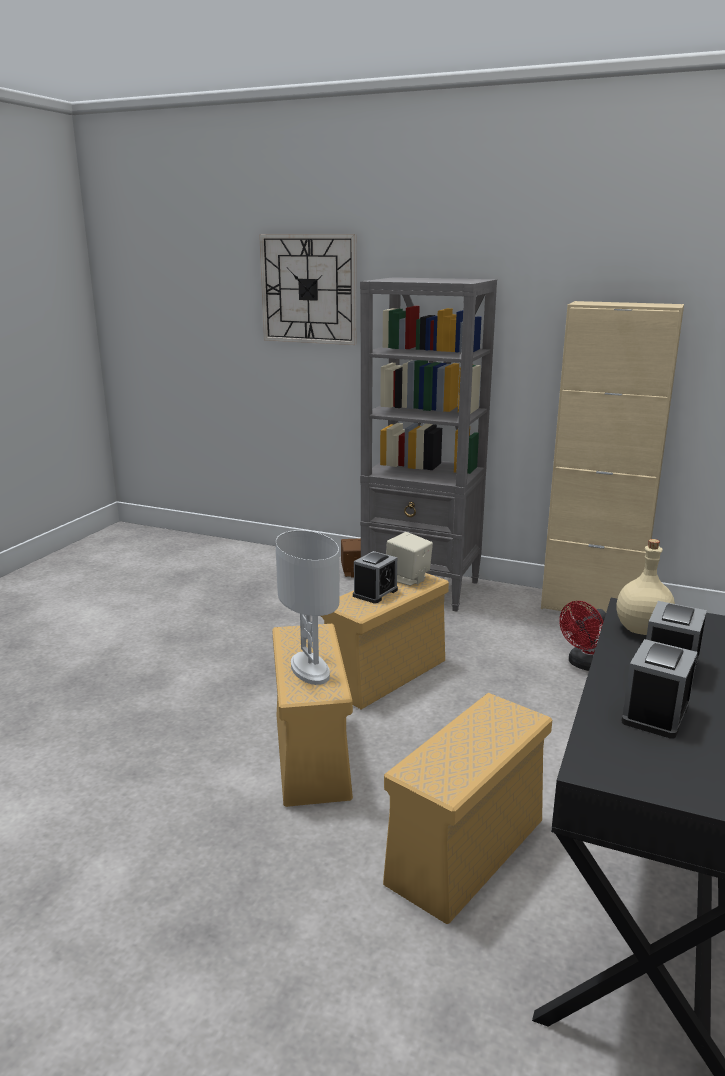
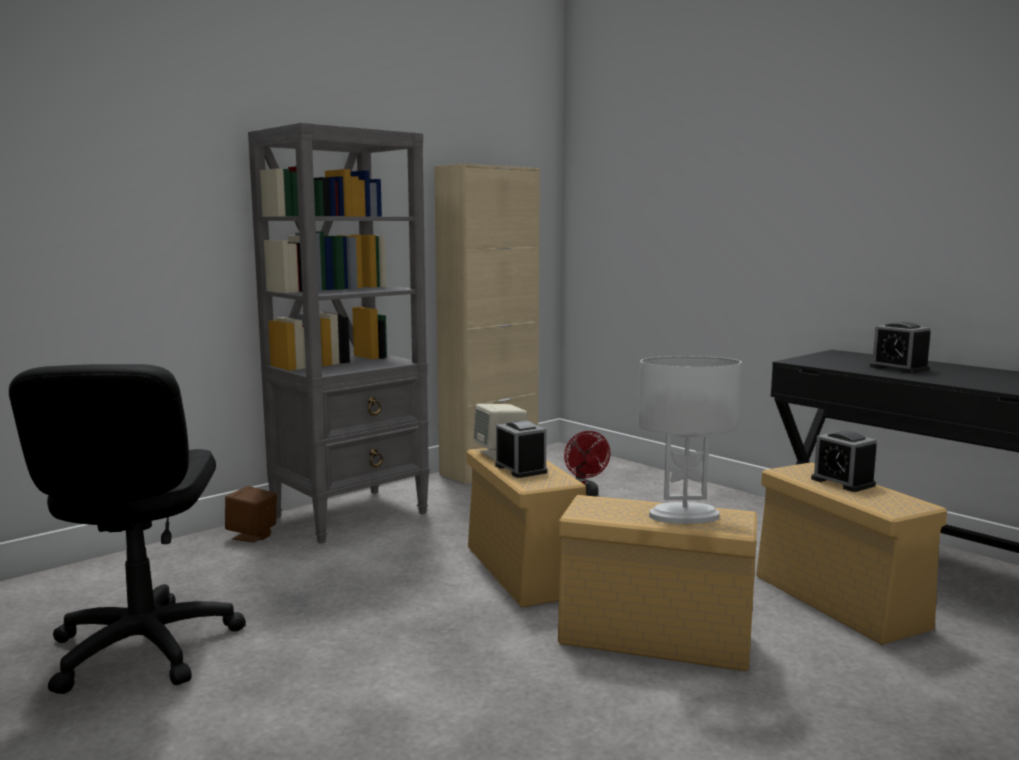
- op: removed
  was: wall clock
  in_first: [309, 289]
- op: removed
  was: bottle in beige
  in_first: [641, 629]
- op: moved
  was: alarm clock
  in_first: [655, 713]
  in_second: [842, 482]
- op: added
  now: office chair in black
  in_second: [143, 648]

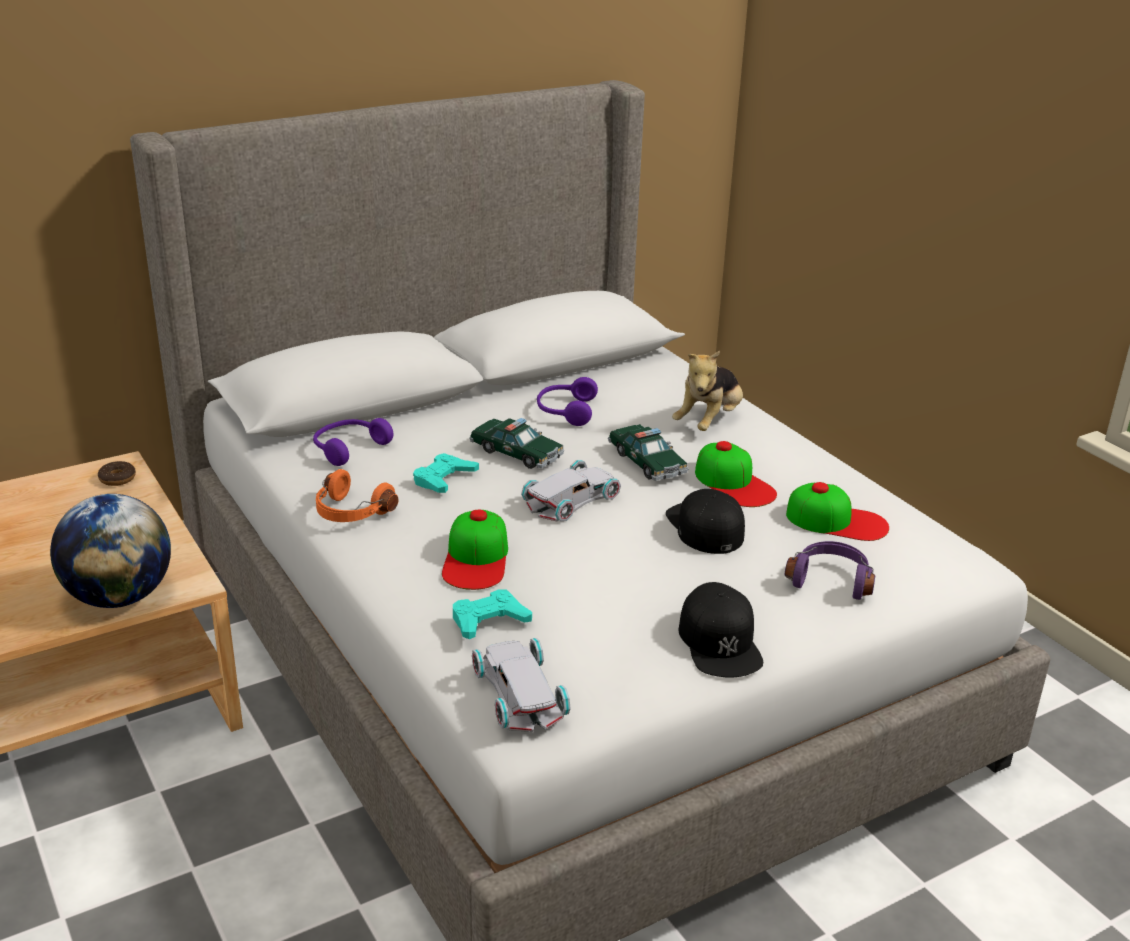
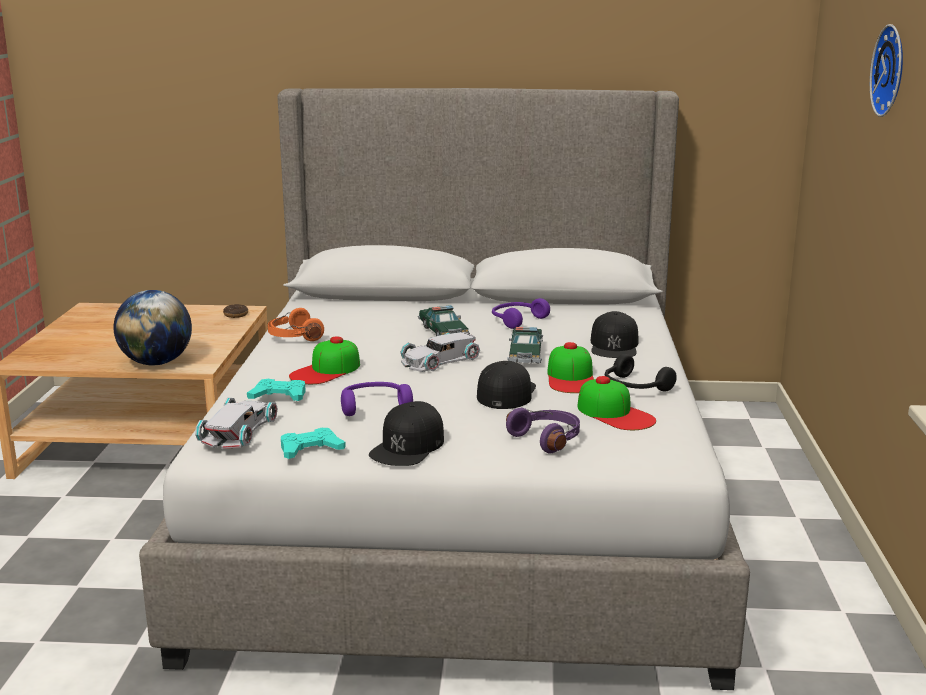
- op: moved
  was: headphones in purple
  in_first: [348, 448]
  in_second: [374, 406]
- op: moved
  was: game controller in turquoise
  in_first: [444, 479]
  in_second: [310, 450]
- op: turned
  was: toy car in white
  in_first: [573, 499]
  in_second: [438, 359]
  clockwise: 150
- op: replaced
  was: plush toy
  now: cap in black
  in_first: [709, 422]
  in_second: [614, 346]
- op: added
  now: headphones in black
  in_second: [634, 387]
- op: added
  now: wall clock
  in_second: [893, 71]

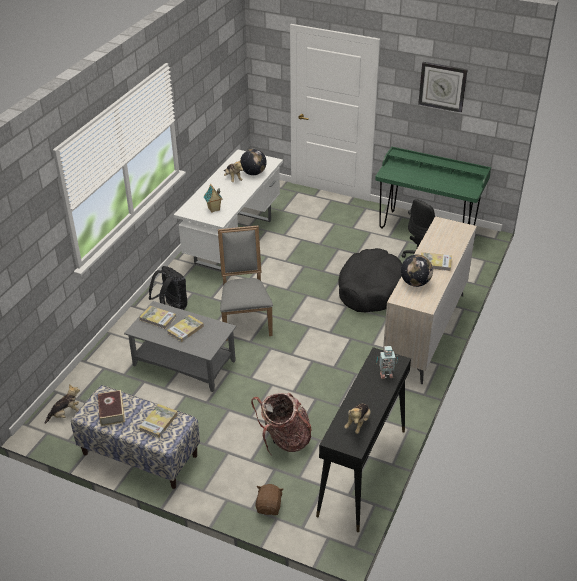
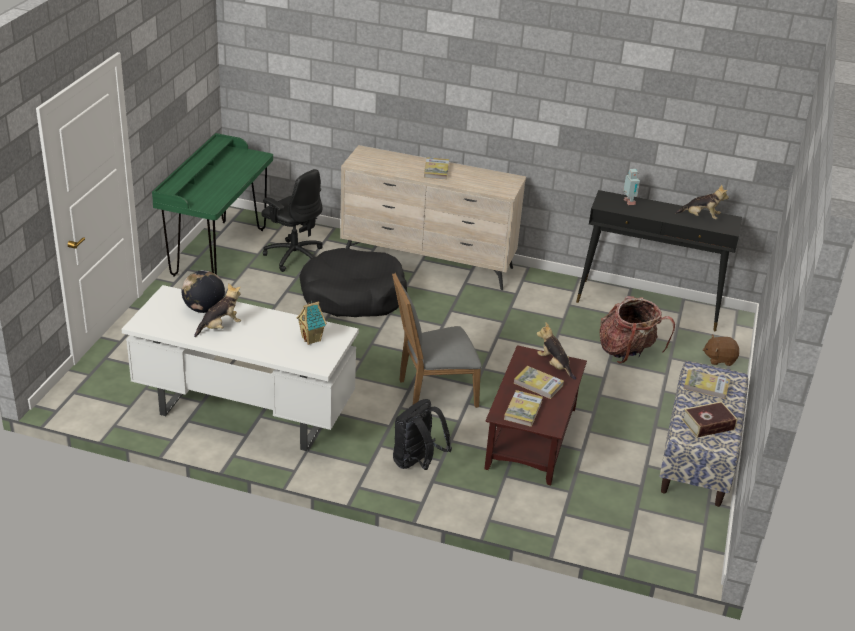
- op: moved
  was: plush toy
  in_first: [65, 414]
  in_second: [554, 365]
- op: recoloured
  was: coffee table in grey
  now: coffee table in brown
  in_first: [185, 363]
  in_second: [531, 437]
- op: removed
  was: globe
  in_first: [415, 283]
- op: removed
  was: wall clock
  in_first: [442, 86]

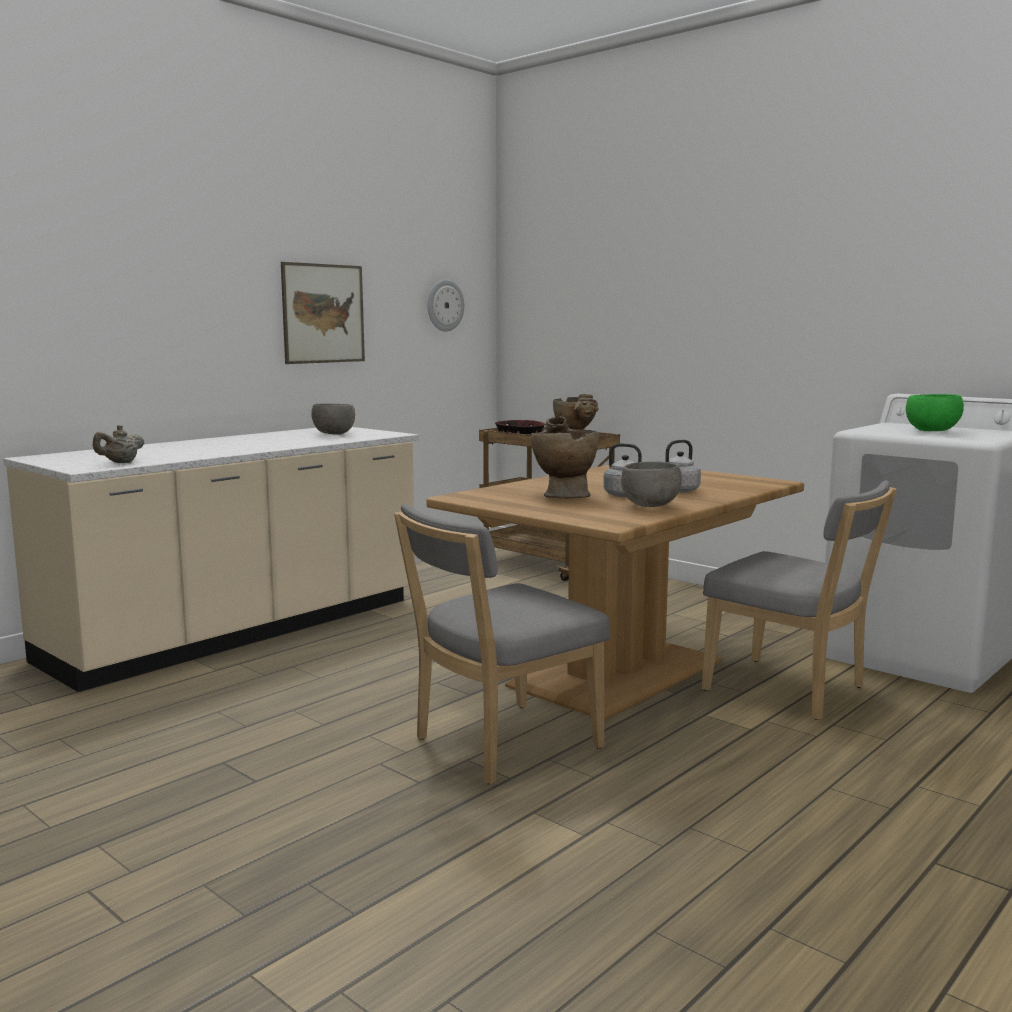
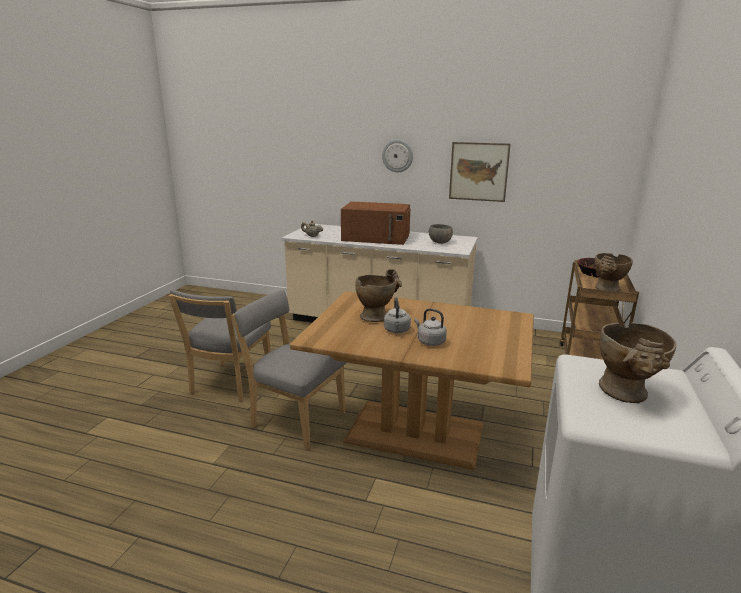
- op: moved
  was: wall clock
  in_first: [444, 305]
  in_second: [397, 156]
- op: removed
  was: bowl in grey
  in_first: [650, 506]
- op: moved
  was: chair in grey
  in_first: [791, 691]
  in_second: [229, 384]
- op: replaced
  was: bowl in green
  now: vase in beige
  in_first: [932, 431]
  in_second: [627, 395]
- op: added
  now: microwave in brown
  in_second: [376, 238]

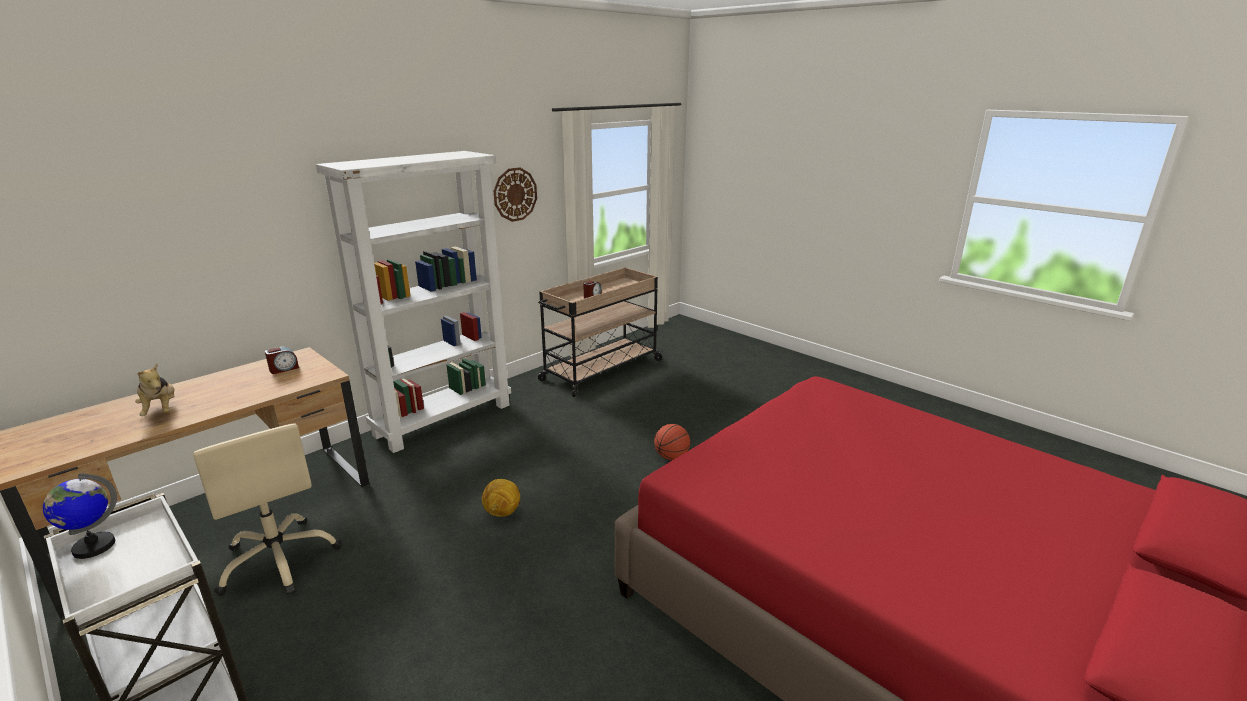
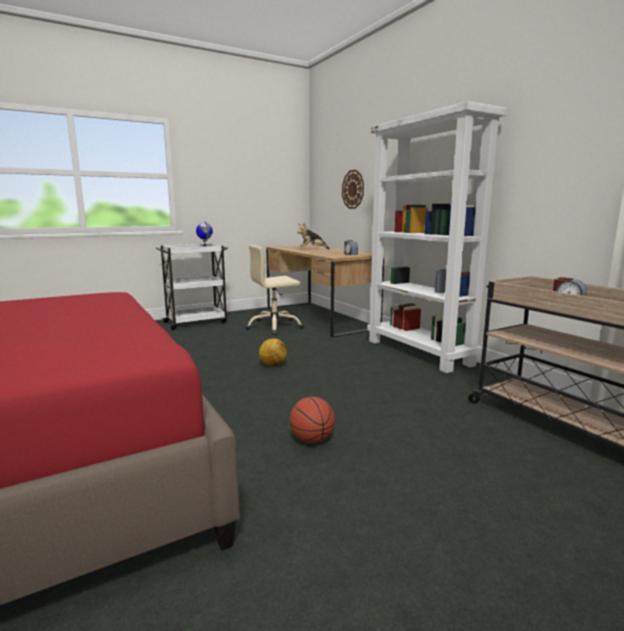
- op: moved
  was: wall clock
  in_first: [515, 194]
  in_second: [353, 189]

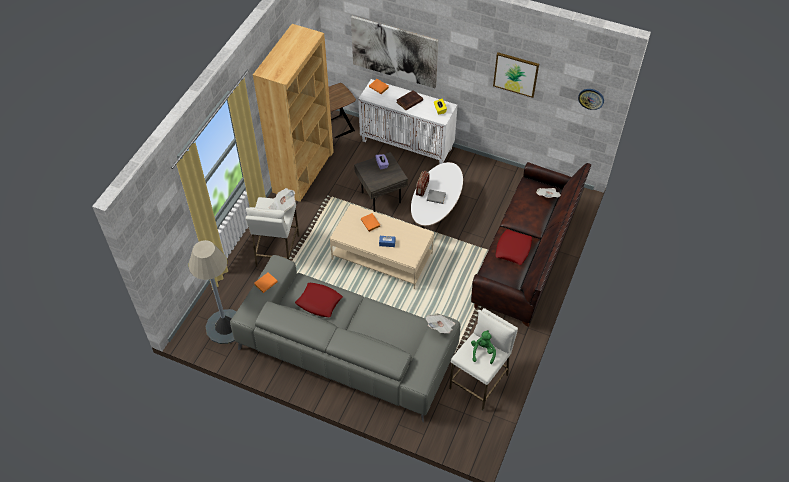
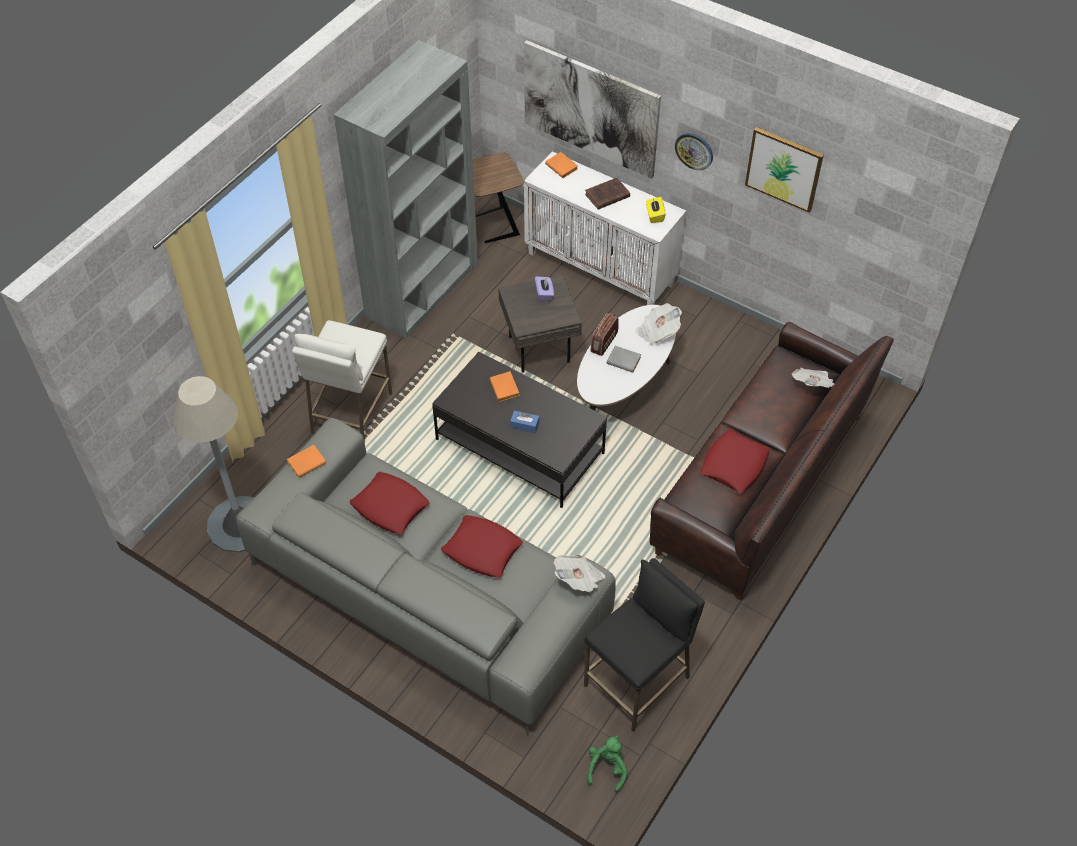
- op: recoloured
  was: bookcase in brown
  now: bookcase in grey
  in_first: [303, 171]
  in_second: [422, 290]
- op: moved
  was: newspaper
  in_first: [282, 206]
  in_second: [657, 331]
- op: recoloured
  was: coffee table in beige
  now: coffee table in black
  in_first: [382, 256]
  in_second: [519, 446]
- op: recoloured
  was: stool in white
  now: stool in black
  in_first: [479, 381]
  in_second: [637, 681]
- op: moved
  was: plush toy in green
  in_first: [482, 351]
  in_second: [607, 768]
- op: moved
  was: wall clock
  in_first: [591, 98]
  in_second: [694, 150]
- op: added
  now: pillow in red
  in_second: [482, 550]

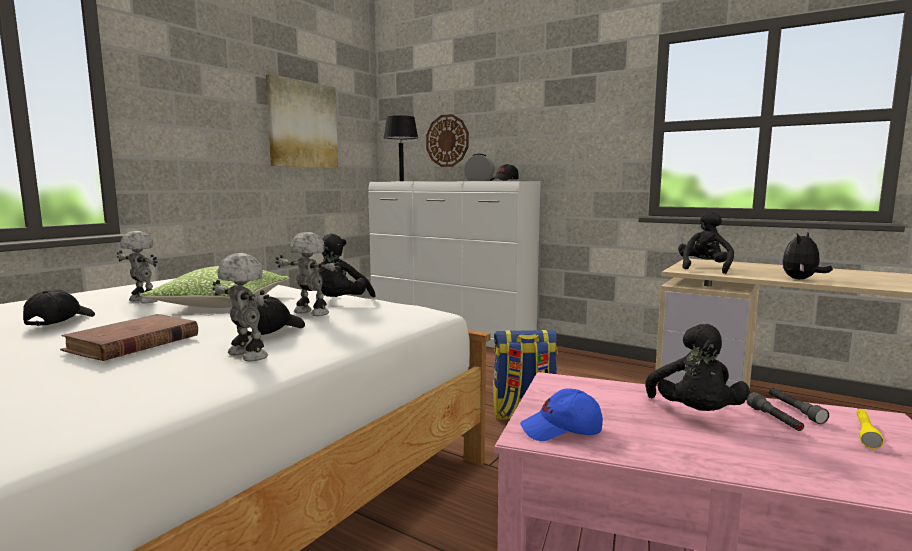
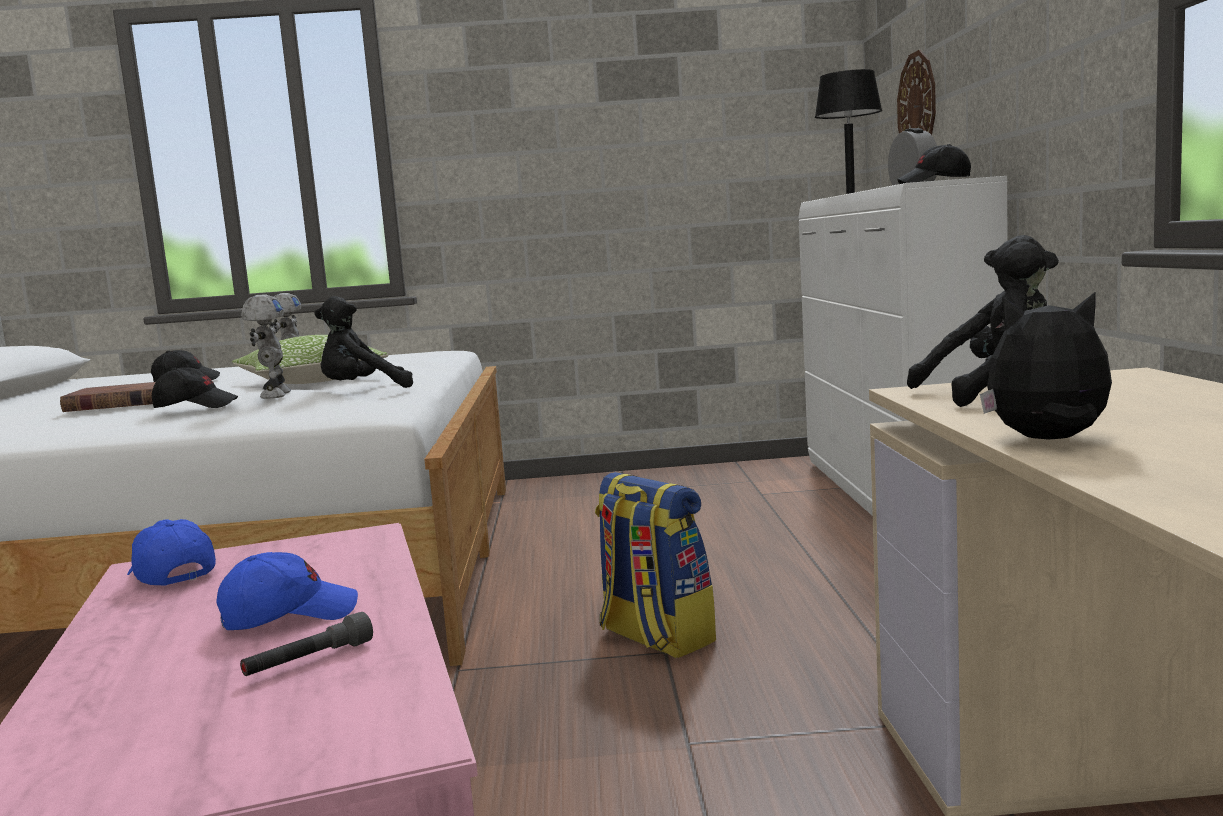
- op: removed
  was: toy robot
  in_first: [245, 355]
- op: removed
  was: picture
  in_first: [302, 124]
- op: replaced
  was: plush toy in black
  now: cap in blue
  in_first: [694, 414]
  in_second: [289, 616]
- op: removed
  was: flashlight in grey
  in_first: [794, 410]
- op: removed
  was: flashlight in yellow
  in_first: [865, 434]

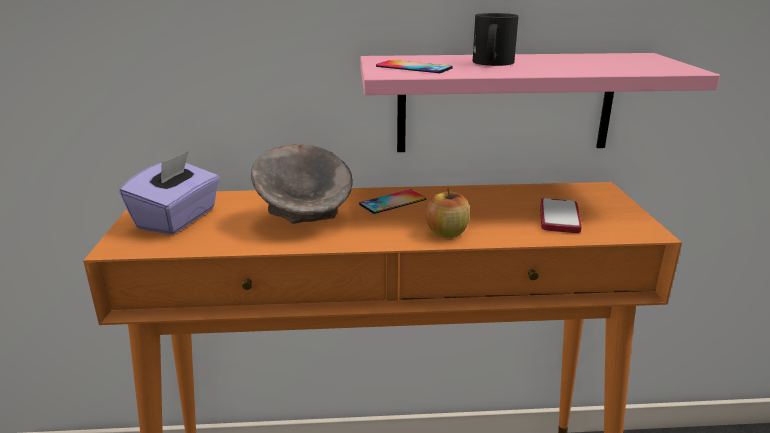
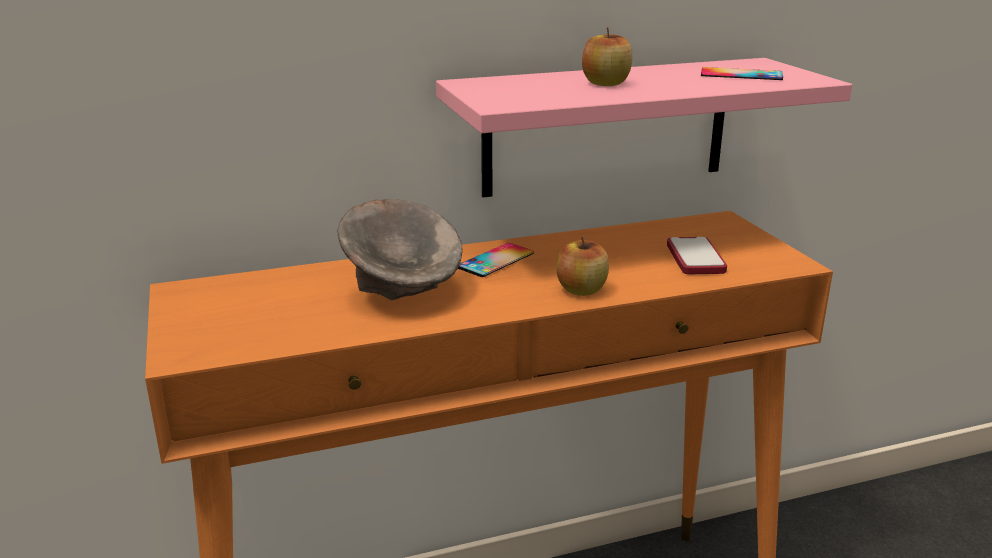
- op: removed
  was: tissue box in purple
  in_first: [178, 219]
- op: moved
  was: phone
  in_first: [414, 67]
  in_second: [741, 75]
- op: replaced
  was: mug in black
  now: apple
  in_first: [492, 63]
  in_second: [605, 83]

